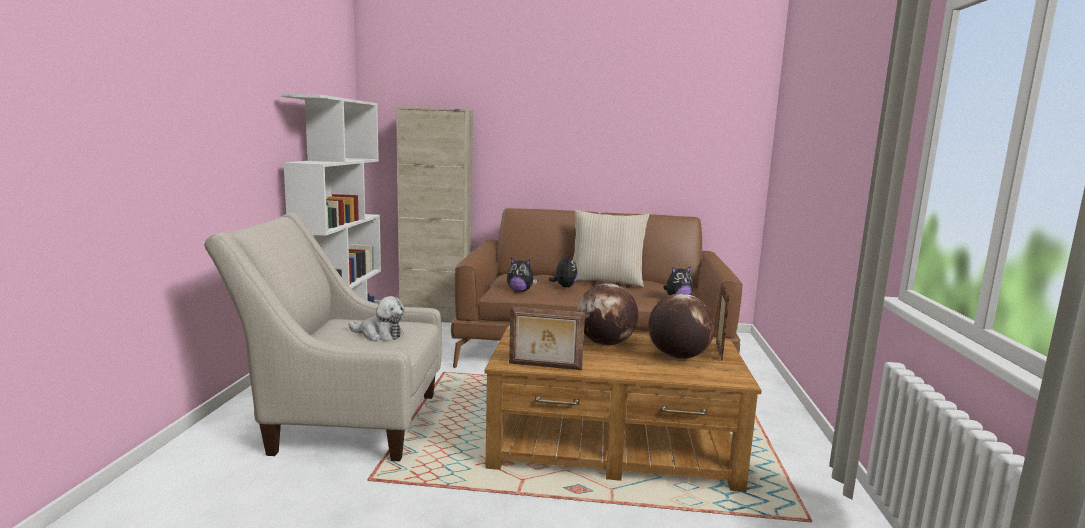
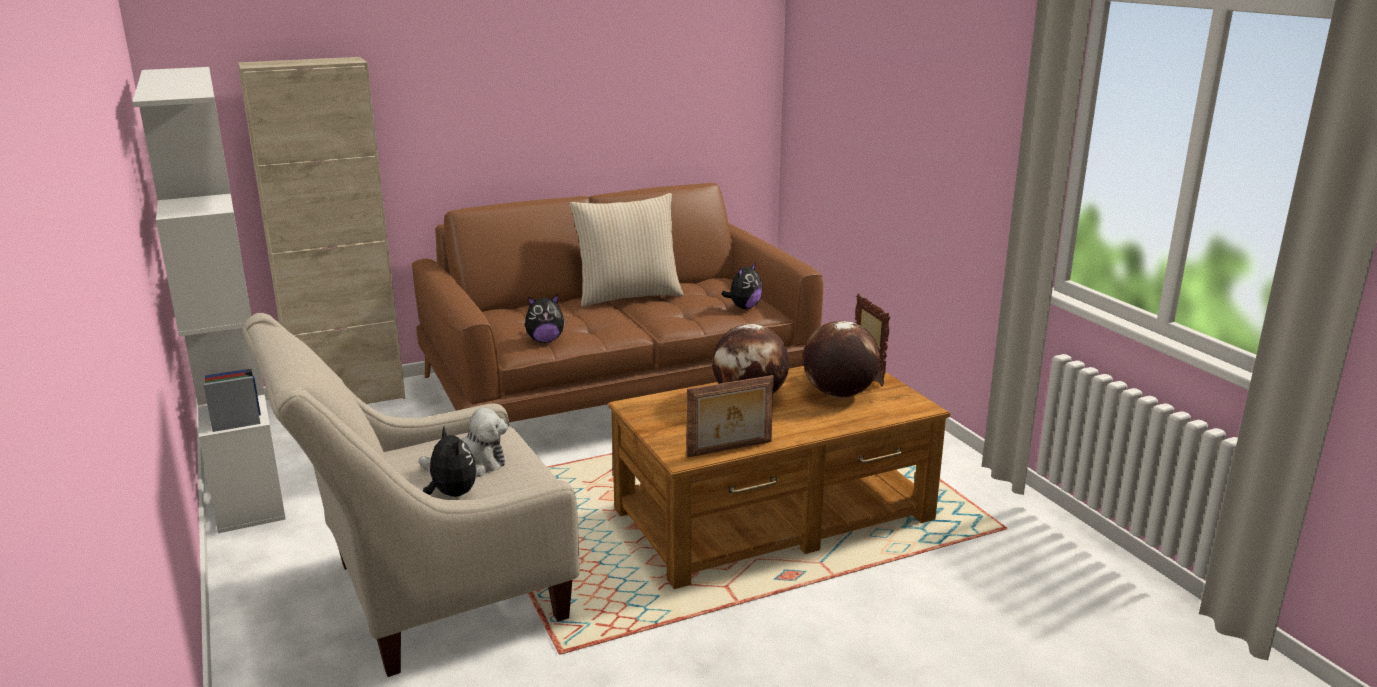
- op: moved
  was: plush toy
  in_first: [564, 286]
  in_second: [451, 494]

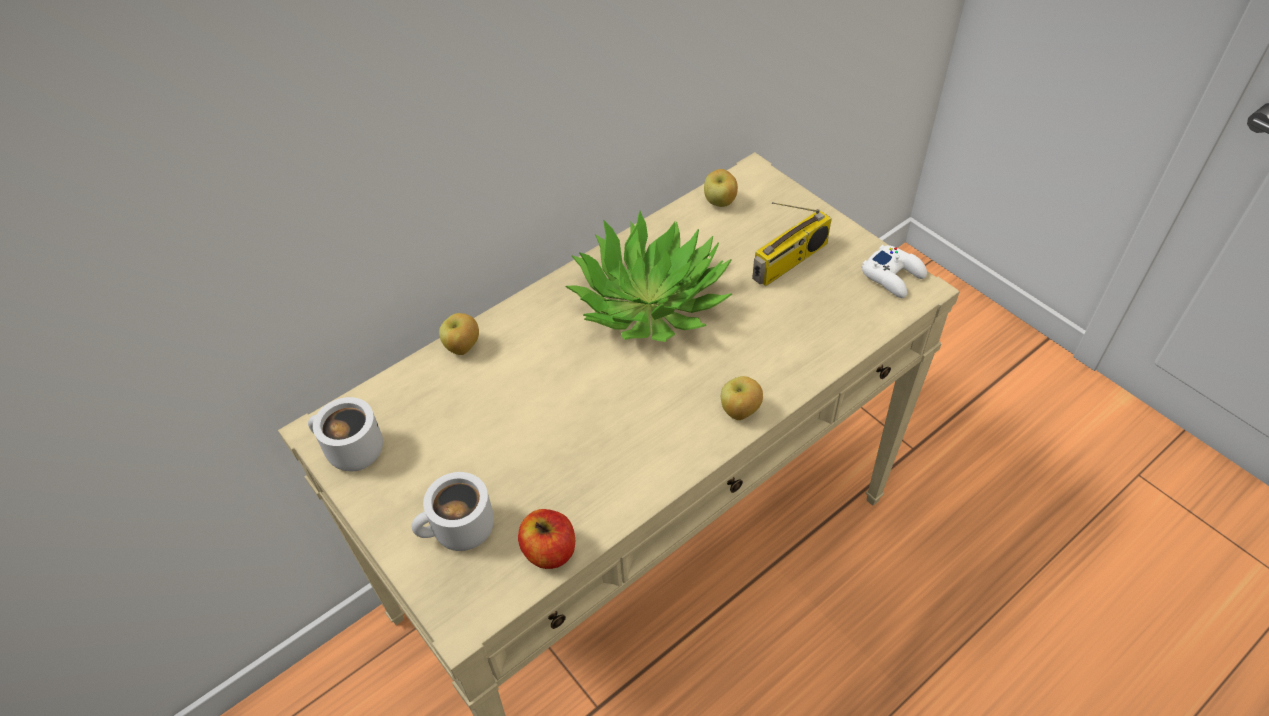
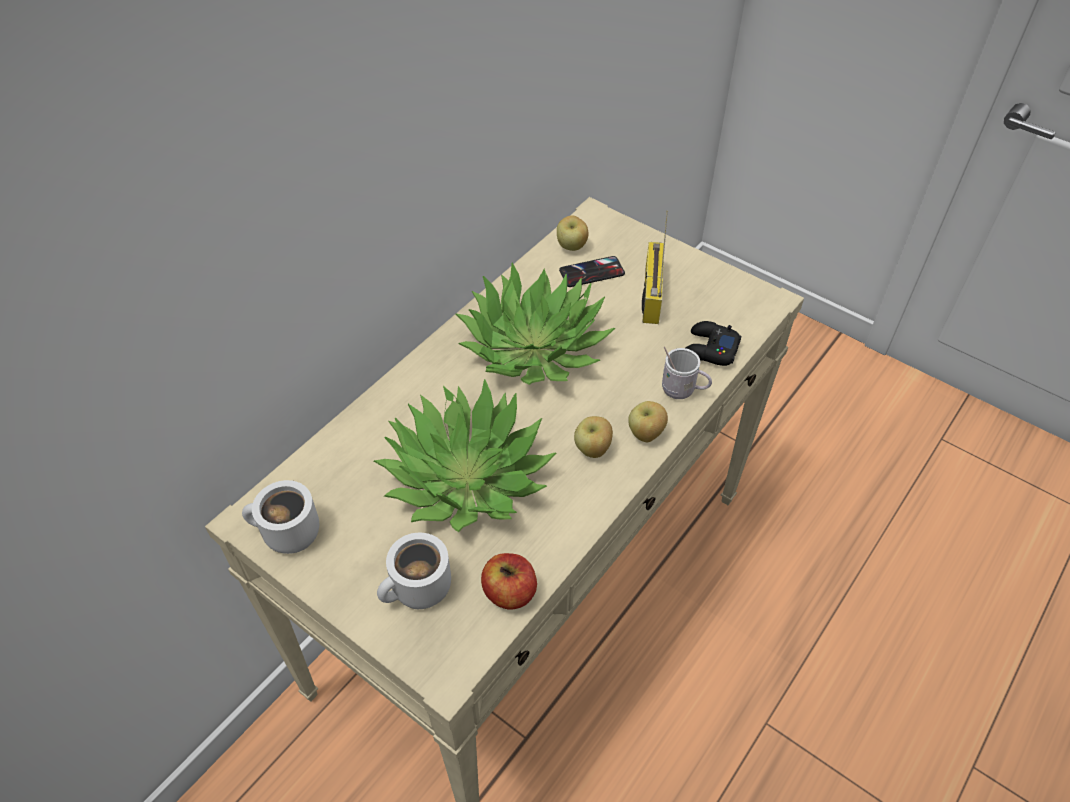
- op: moved
  was: apple
  in_first: [463, 347]
  in_second: [593, 450]
- op: turned
  was: radio
  in_first: [790, 262]
  in_second: [650, 292]
  clockwise: 150
- op: removed
  was: game controller in white
  in_first: [893, 276]
- op: added
  now: potted plant
  in_second: [466, 477]
- op: added
  now: phone
  in_second: [592, 272]
- op: added
  now: mug in white
  in_second: [683, 391]
- op: added
  now: game controller in black
  in_second: [709, 349]

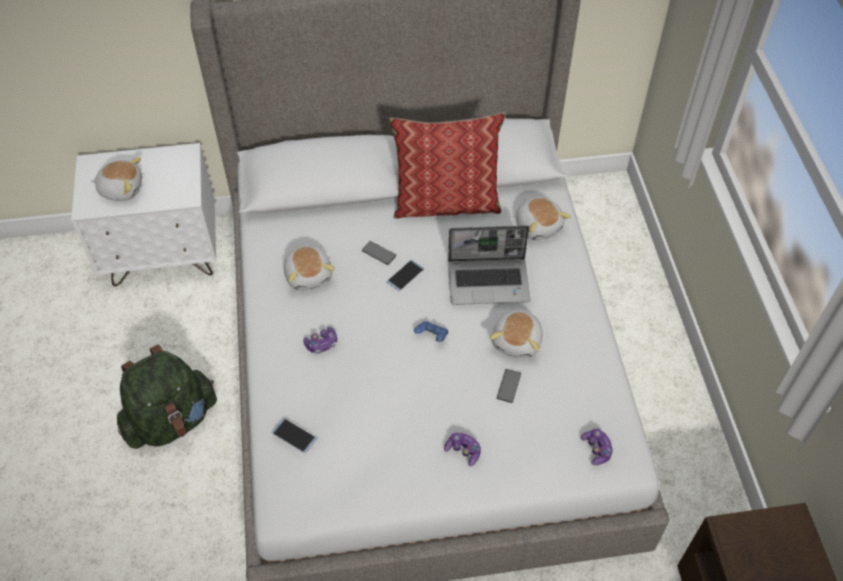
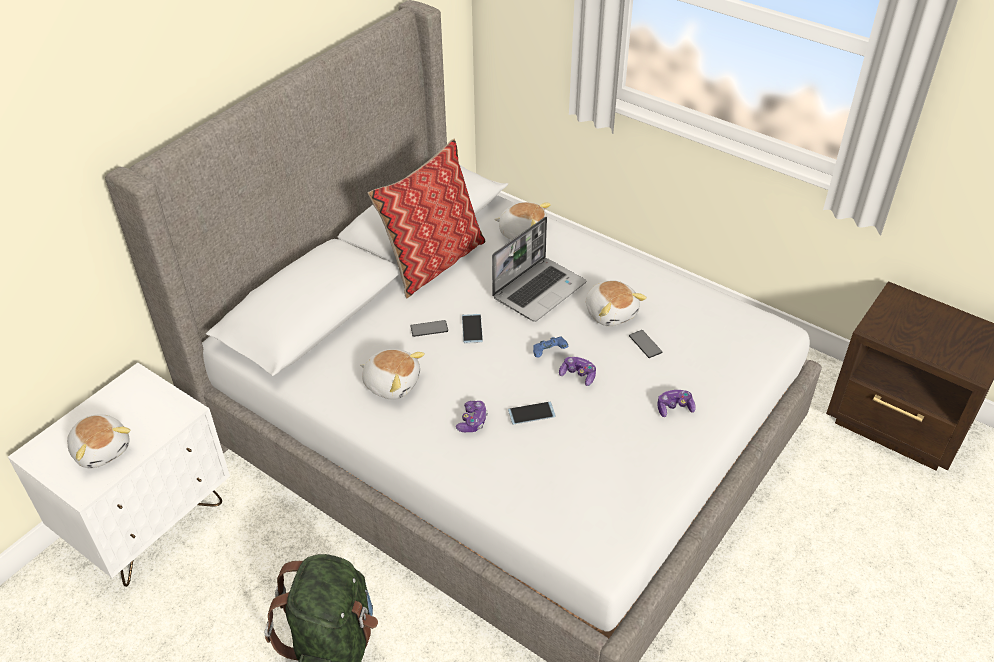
- op: turned
  was: plush toy
  in_first: [121, 188]
  in_second: [102, 449]
  clockwise: 90
- op: moved
  was: phone
  in_first: [294, 436]
  in_second: [531, 413]
- op: moved
  was: game controller
  in_first: [596, 449]
  in_second: [578, 375]

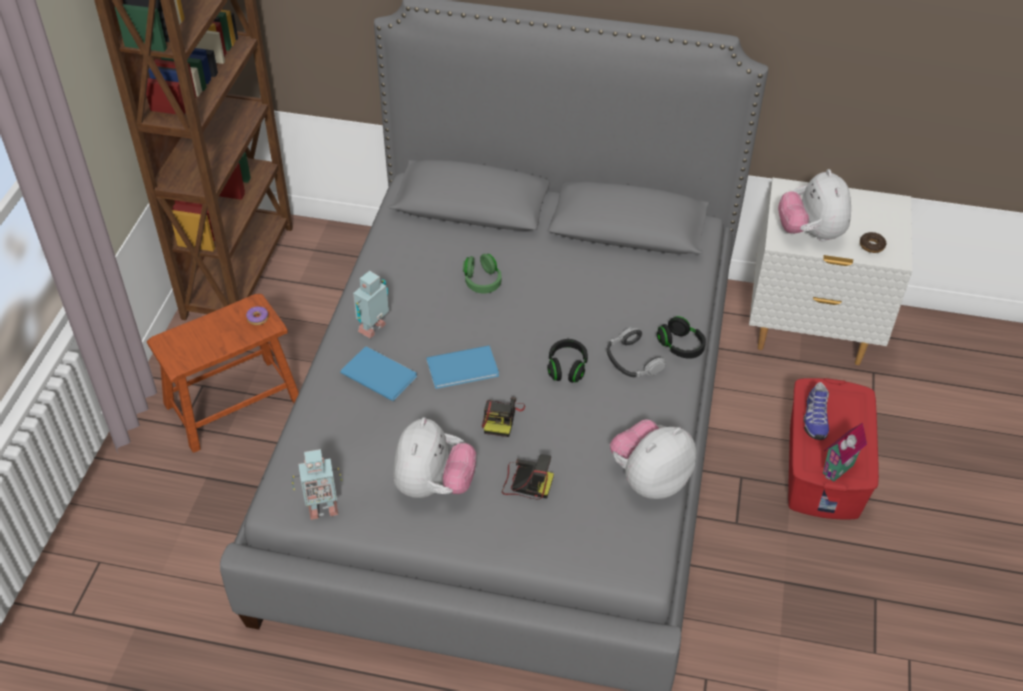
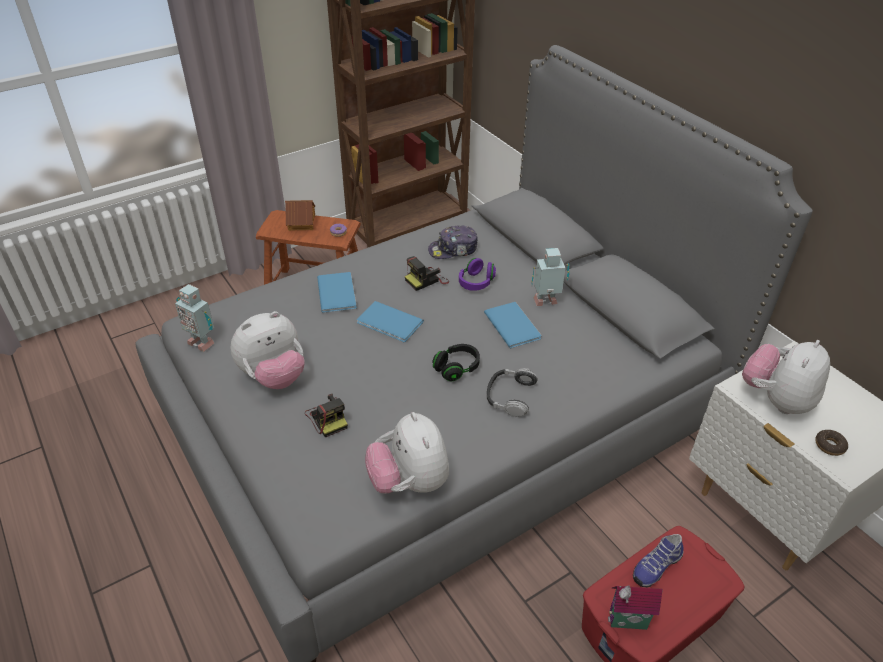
- op: moved
  was: toy robot
  in_first: [374, 329]
  in_second: [546, 302]
- op: recoloured
  was: headphones in green
  now: headphones in purple
  in_first: [482, 282]
  in_second: [476, 282]
- op: moved
  was: photo camera
  in_first: [501, 418]
  in_second: [426, 280]
- op: turned
  was: plush toy
  in_first: [649, 479]
  in_second: [409, 482]
  clockwise: -120
- op: removed
  was: headphones in black
  in_first: [680, 346]
- op: added
  now: toy house
  in_second: [301, 222]
- op: added
  now: cap
  in_second: [453, 250]
- op: added
  now: book in blue
  in_second: [513, 324]

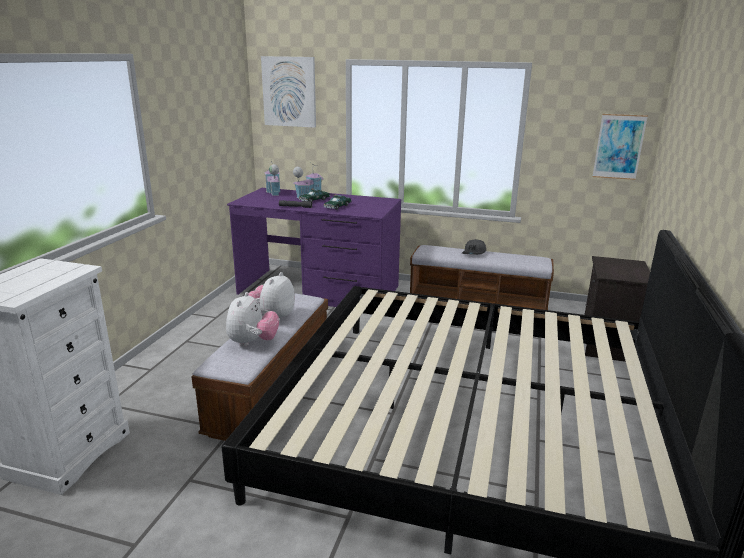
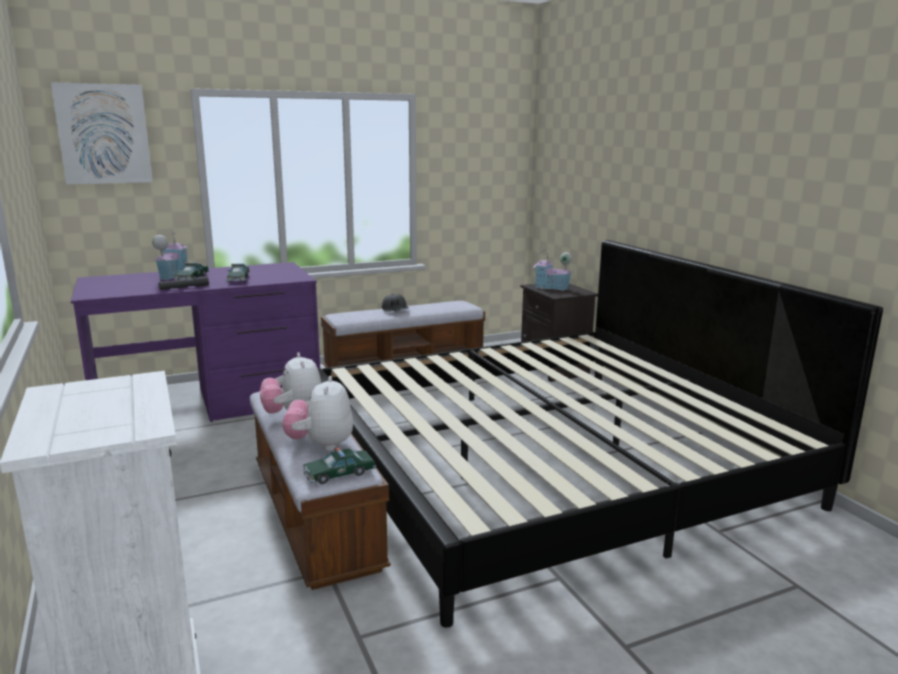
- op: turned
  was: plush toy
  in_first: [253, 342]
  in_second: [321, 445]
  clockwise: -150
- op: moved
  was: toy house
  in_first: [273, 192]
  in_second: [550, 287]
- op: removed
  was: picture
  in_first: [619, 147]
- op: added
  now: toy car
  in_second: [339, 474]

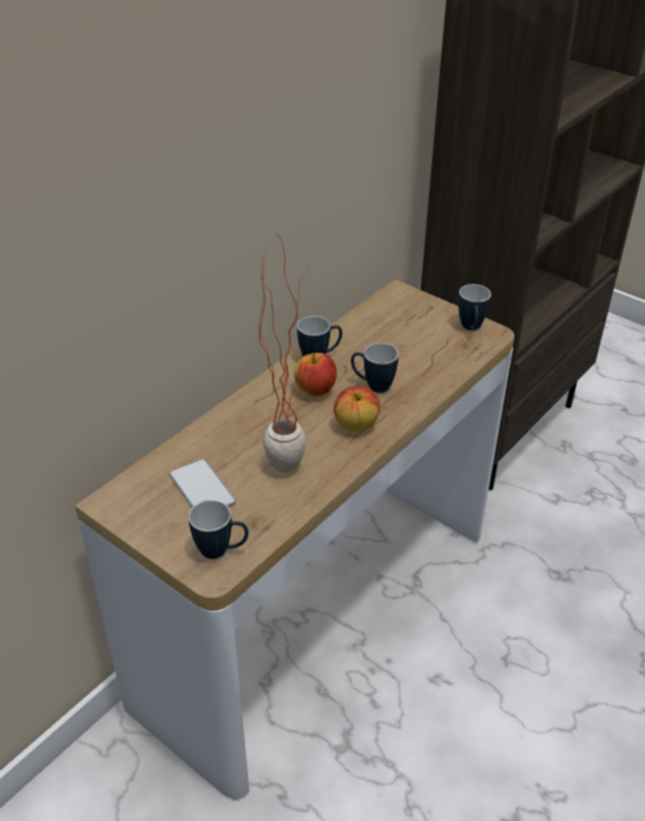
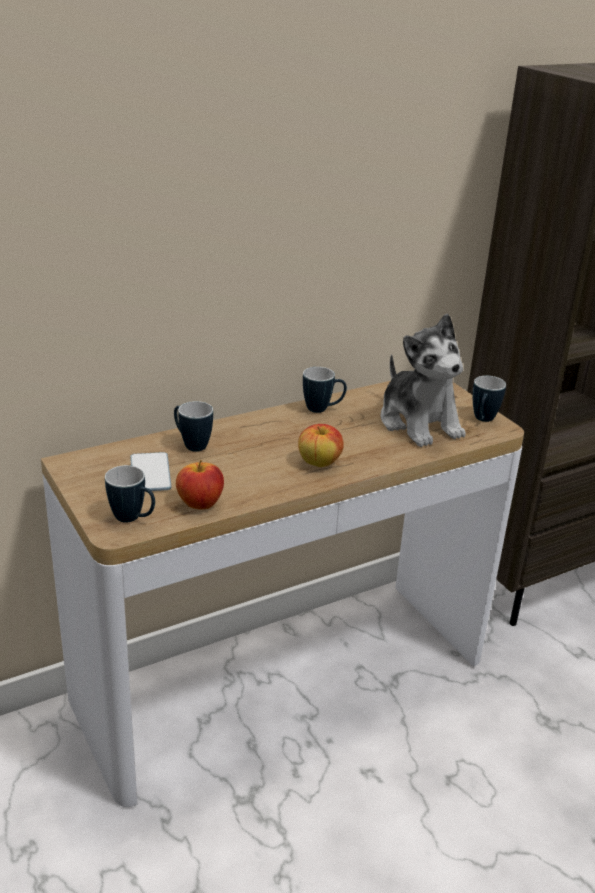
- op: removed
  was: potted plant
  in_first: [287, 457]
- op: moved
  was: apple
  in_first: [315, 390]
  in_second: [200, 503]
- op: moved
  was: mug
  in_first: [372, 385]
  in_second: [191, 444]
- op: added
  now: plush toy
  in_second: [419, 423]

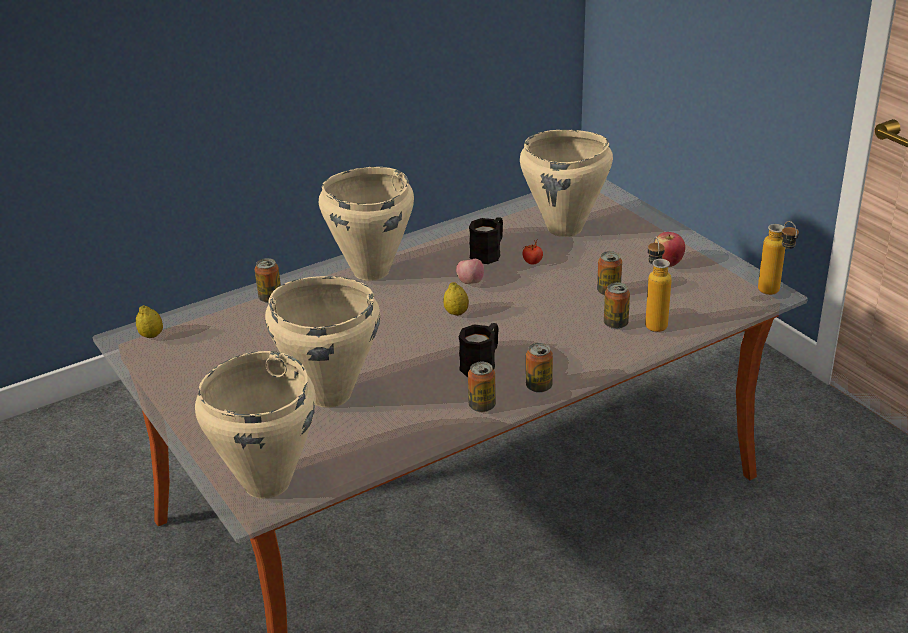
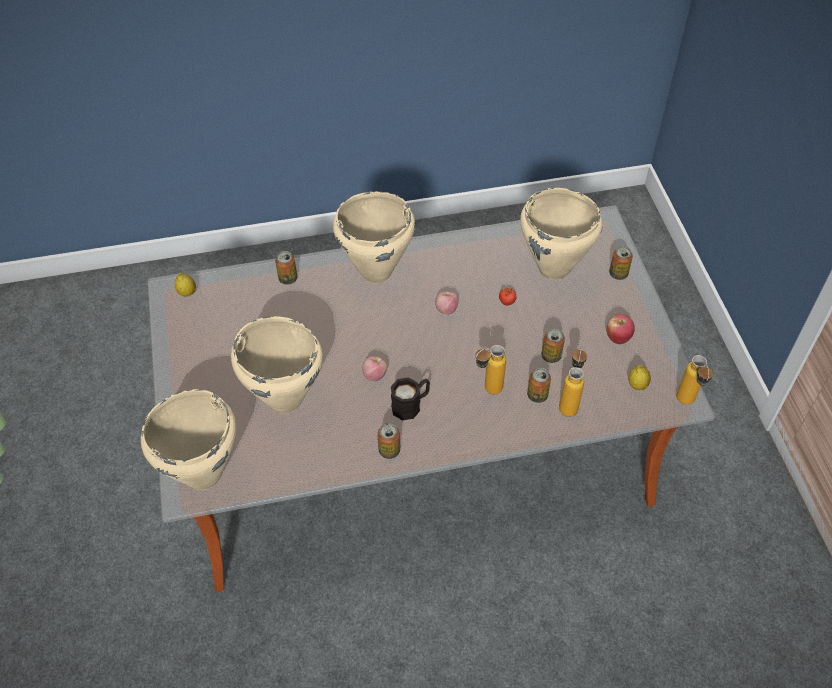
- op: moved
  was: lemon
  in_first: [456, 313]
  in_second: [637, 385]
- op: removed
  was: mug in black
  in_first: [489, 253]
- op: moved
  was: can
  in_first: [538, 386]
  in_second: [618, 274]
- op: added
  now: apple
  in_second: [375, 375]
- op: added
  now: bottle
  in_second: [487, 391]

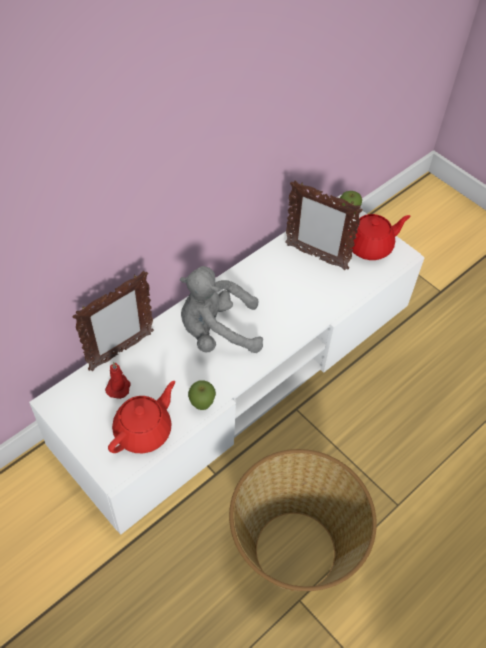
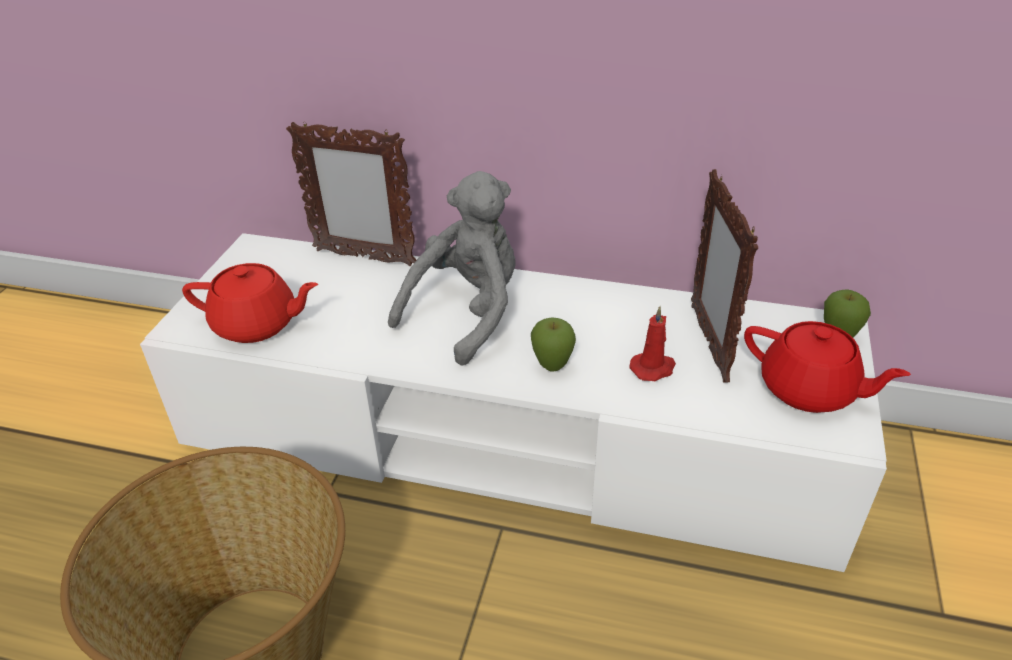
- op: moved
  was: candle in red
  in_first: [118, 386]
  in_second: [653, 368]
- op: turned
  was: plush toy in grey
  in_first: [217, 332]
  in_second: [467, 313]
  clockwise: 75
- op: moved
  was: apple
  in_first: [202, 405]
  in_second: [552, 367]

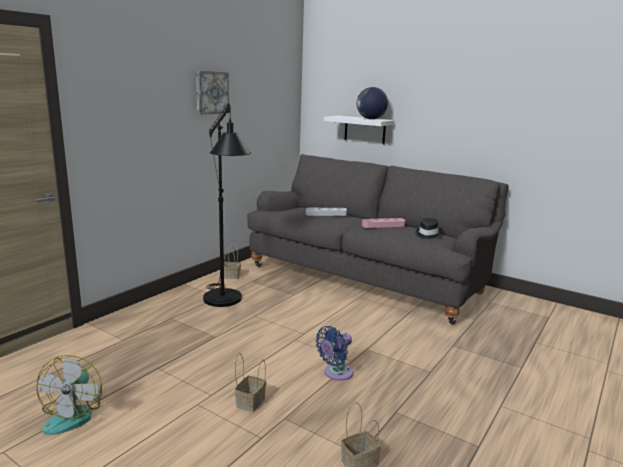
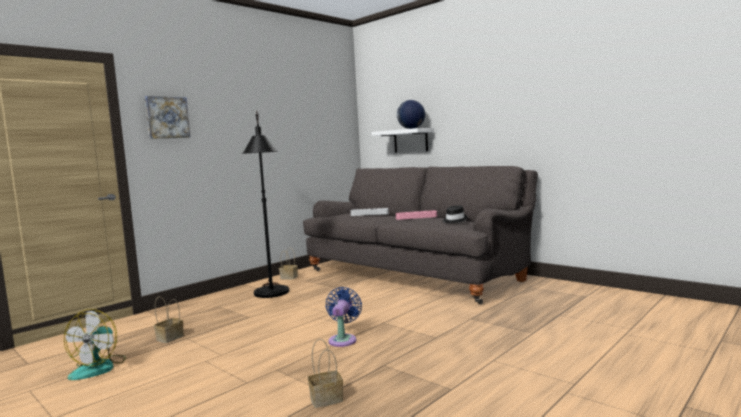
- op: moved
  was: picture
  in_first: [211, 92]
  in_second: [167, 117]
- op: moved
  was: basket
  in_first: [250, 401]
  in_second: [170, 337]
- op: turned
  was: fan in blue
  in_first: [336, 373]
  in_second: [343, 339]
  clockwise: 135

